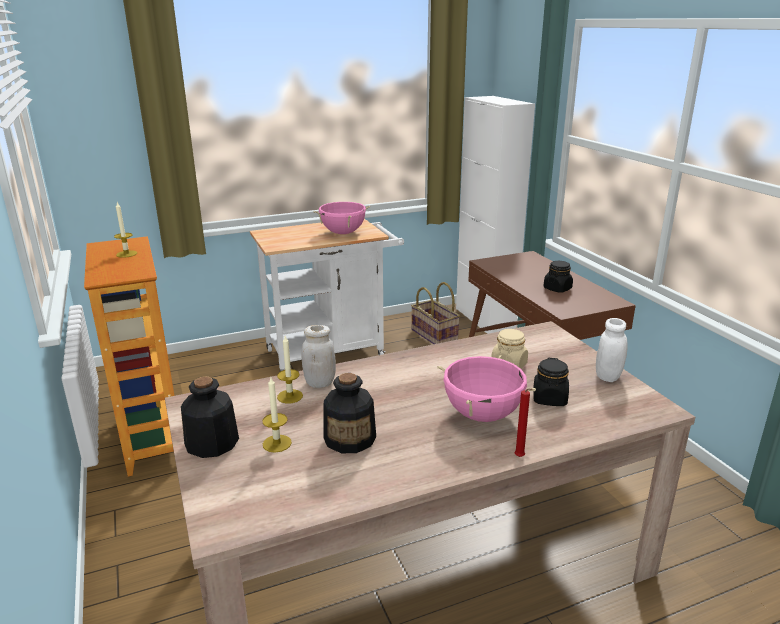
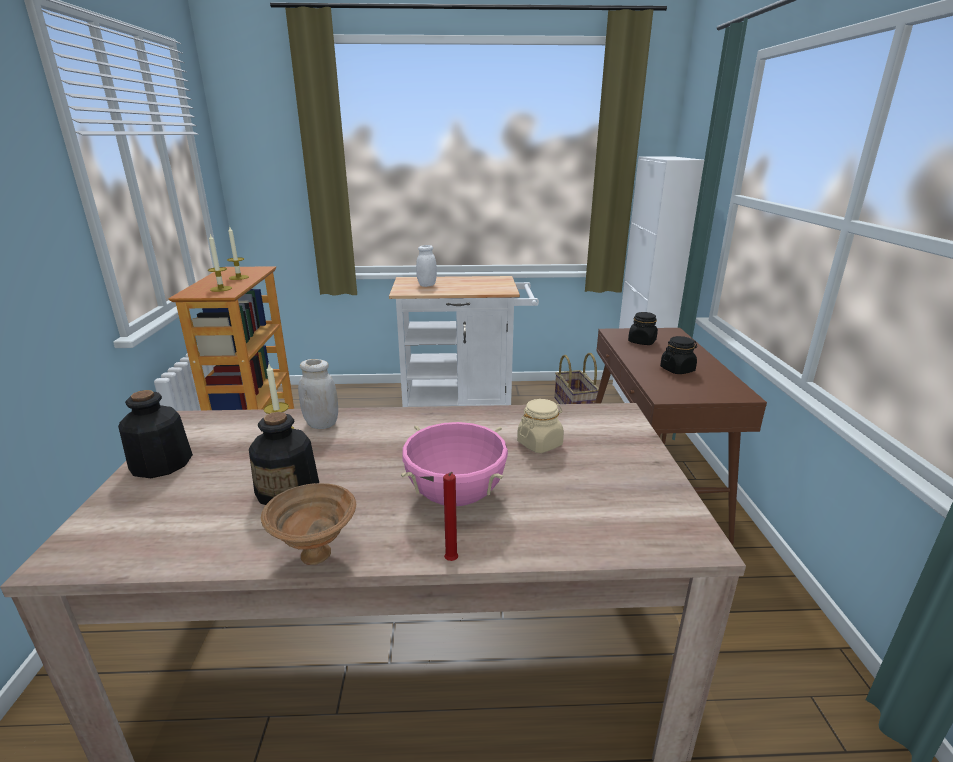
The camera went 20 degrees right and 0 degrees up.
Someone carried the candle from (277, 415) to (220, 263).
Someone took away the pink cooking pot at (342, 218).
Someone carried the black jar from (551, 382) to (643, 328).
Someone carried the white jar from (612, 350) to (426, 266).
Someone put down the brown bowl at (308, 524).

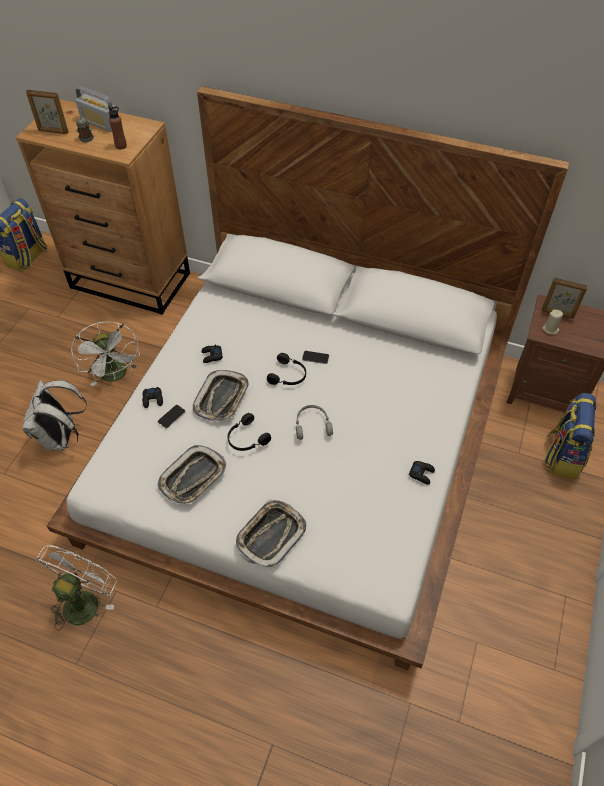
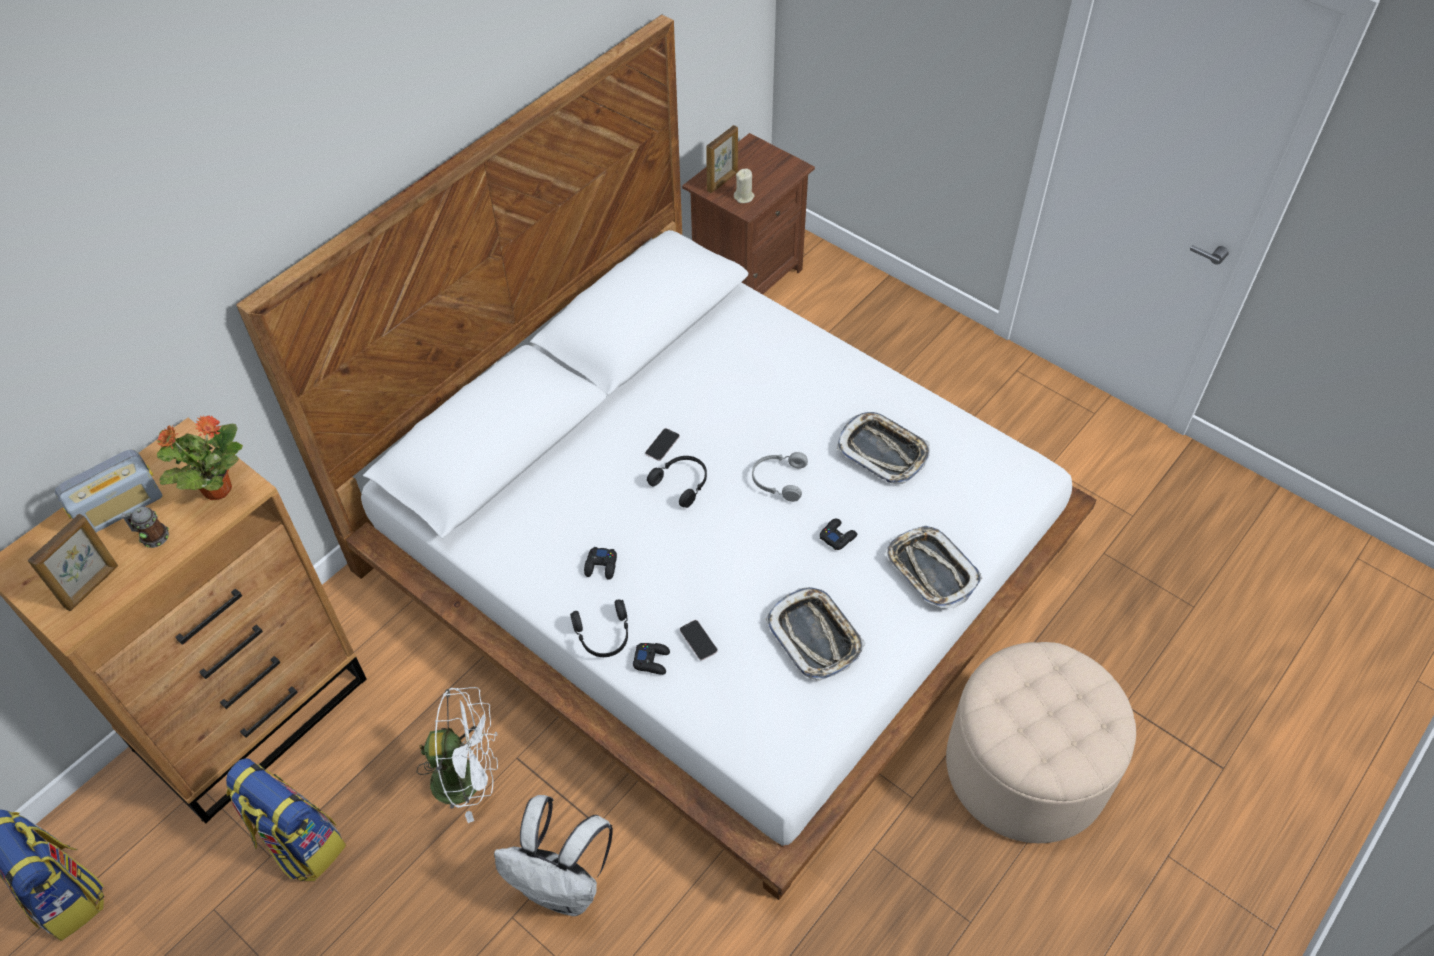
The camera went 70 degrees left and 0 degrees up.
Someone took away the white fan at (76, 588).
Someone swapped the brown bottle at (117, 128) for the potted plant at (200, 457).
Someone carried the tray from (221, 395) to (883, 448).
Someone carried the black headphones from (249, 432) to (599, 628).
Someone carried the black game controller from (422, 473) to (838, 534).
Someone carried the backpack from (570, 436) to (286, 819).
Someone put down the beige ottoman at (1041, 742).

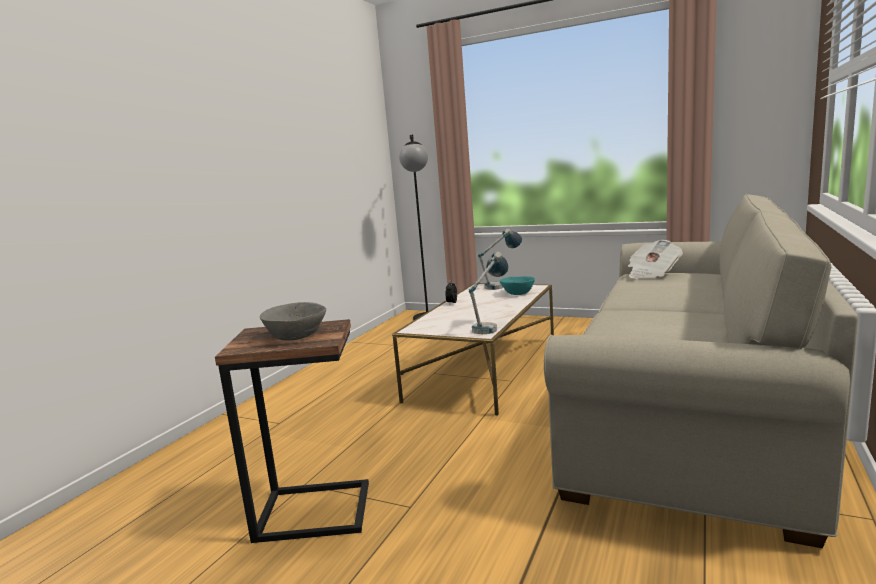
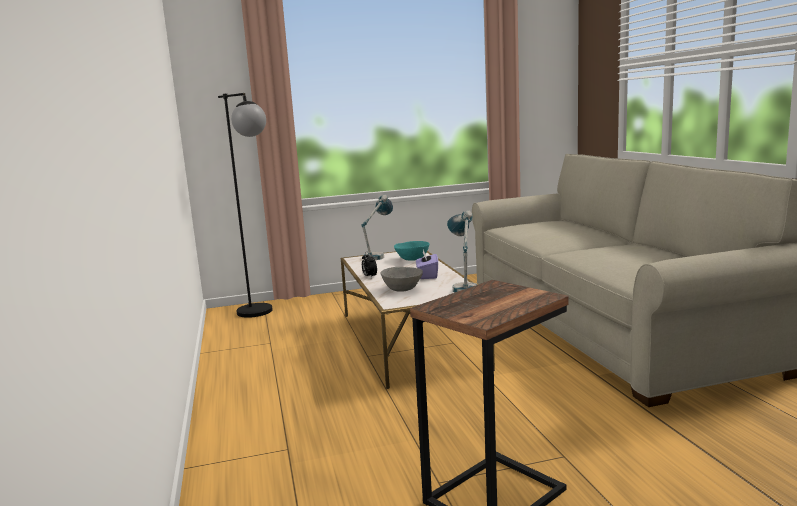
The camera went 40 degrees left and 0 degrees up.
Someone carried the grey bowl from (293, 321) to (402, 279).
Someone took away the newspaper at (655, 259).
Someone put down the purple tissue box at (427, 264).

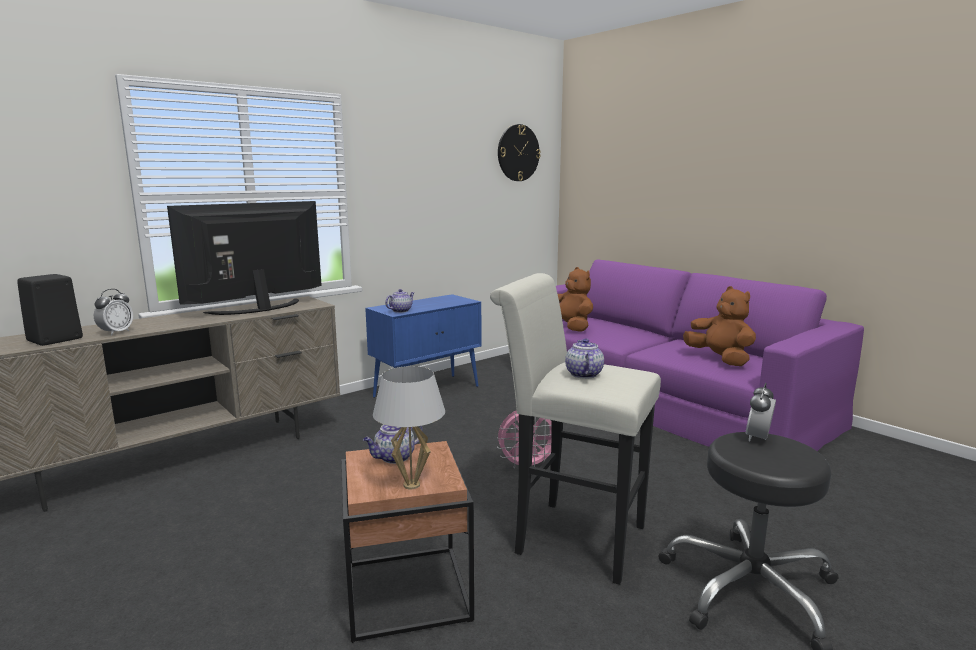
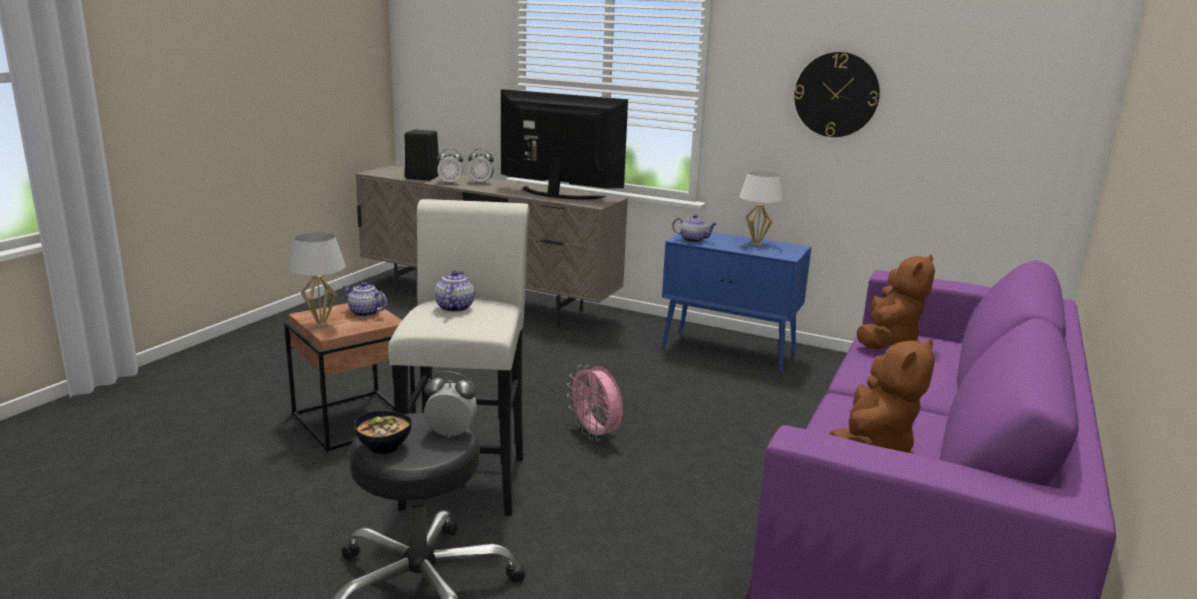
The camera went 65 degrees right and 5 degrees up.
Someone carried the wall clock from (519, 152) to (837, 94).
Someone rotated the teapot at (584, 358) by 60 degrees counterclockwise.
Someone put down the bowl at (383, 432).
Someone put down the alarm clock at (481, 166).
Someone put down the white table lamp at (761, 208).

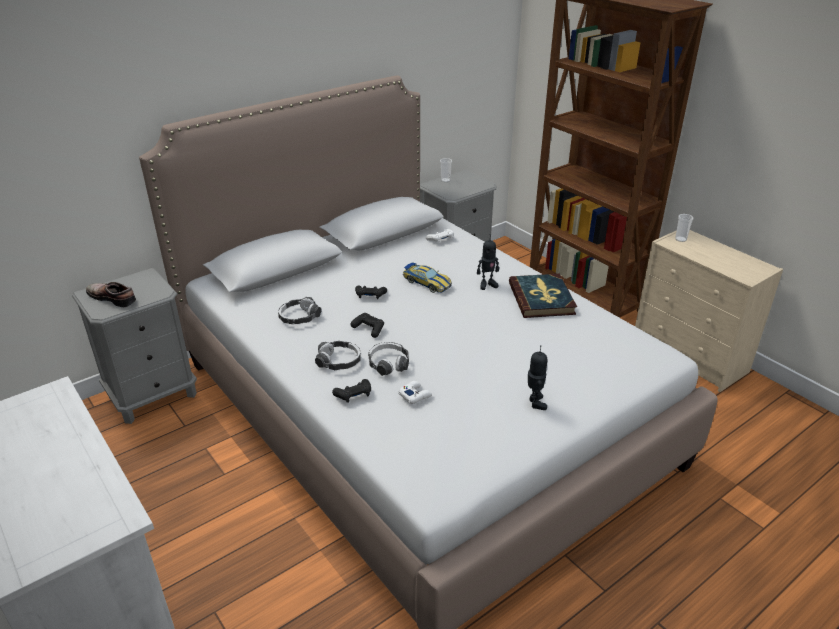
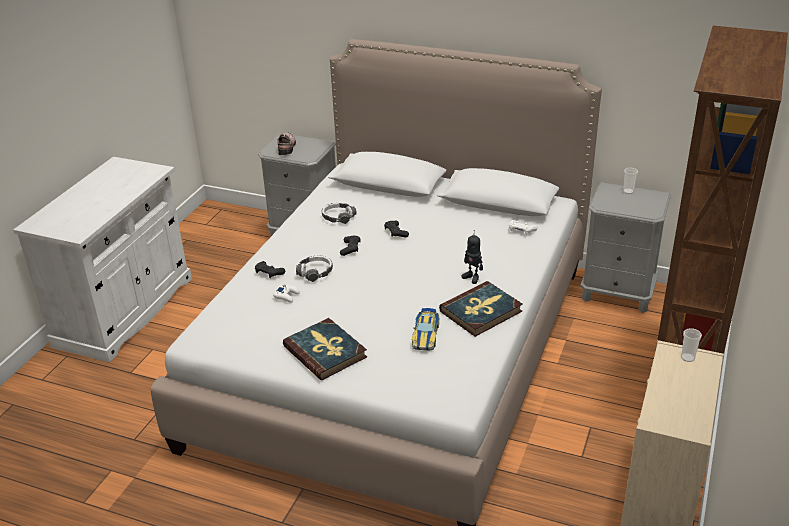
The camera went 60 degrees right and 0 degrees up.
Someone took away the headphones at (338, 355).
Someone carried the toy car from (427, 277) to (426, 329).
Someone swapped the toy robot at (537, 377) for the book at (325, 349).

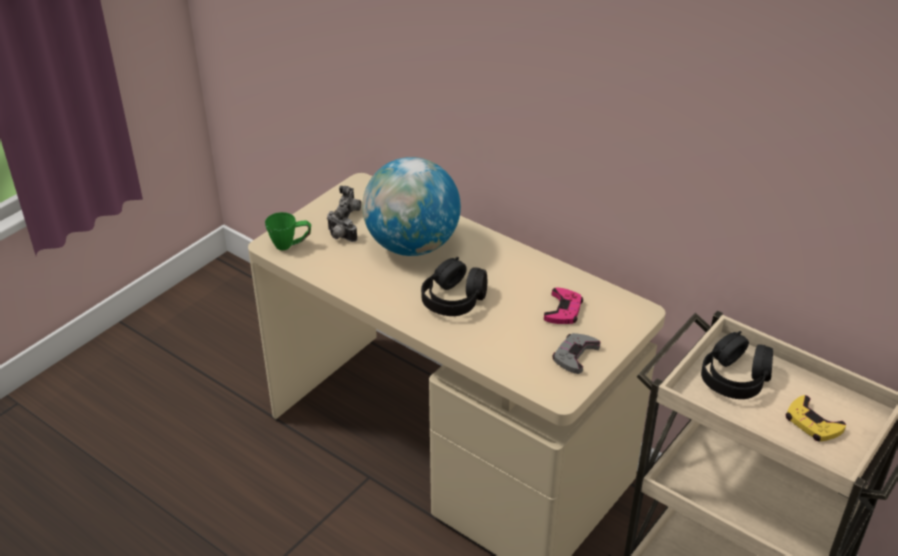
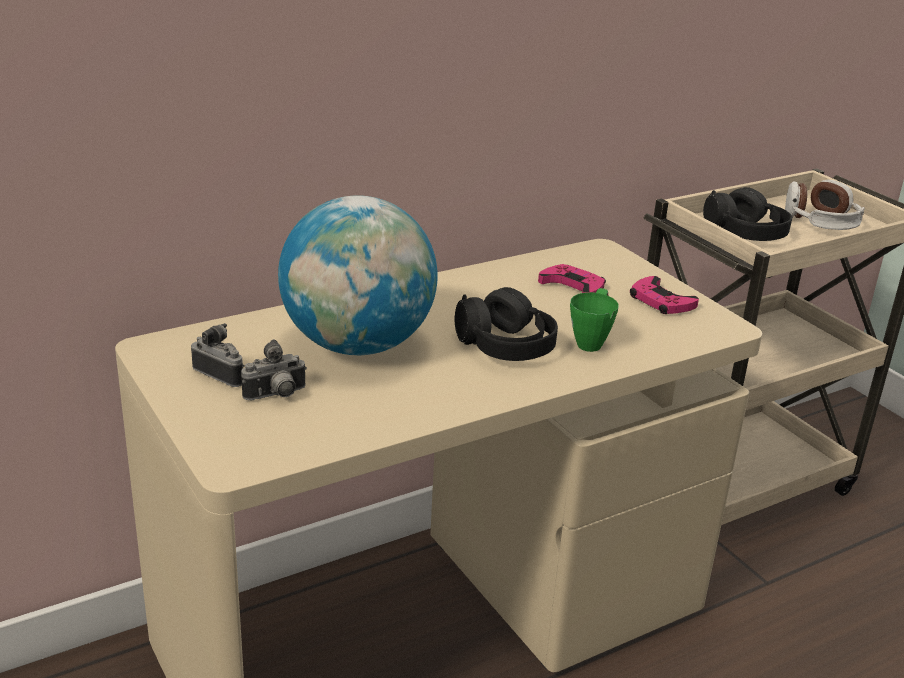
The camera went 70 degrees left and 10 degrees down.
Someone carried the green mug from (288, 231) to (594, 320).
Someone repainted the grey game controller at (576, 353), which became the pink game controller at (664, 295).
Someone swapped the yellow game controller at (816, 418) for the headphones at (825, 205).

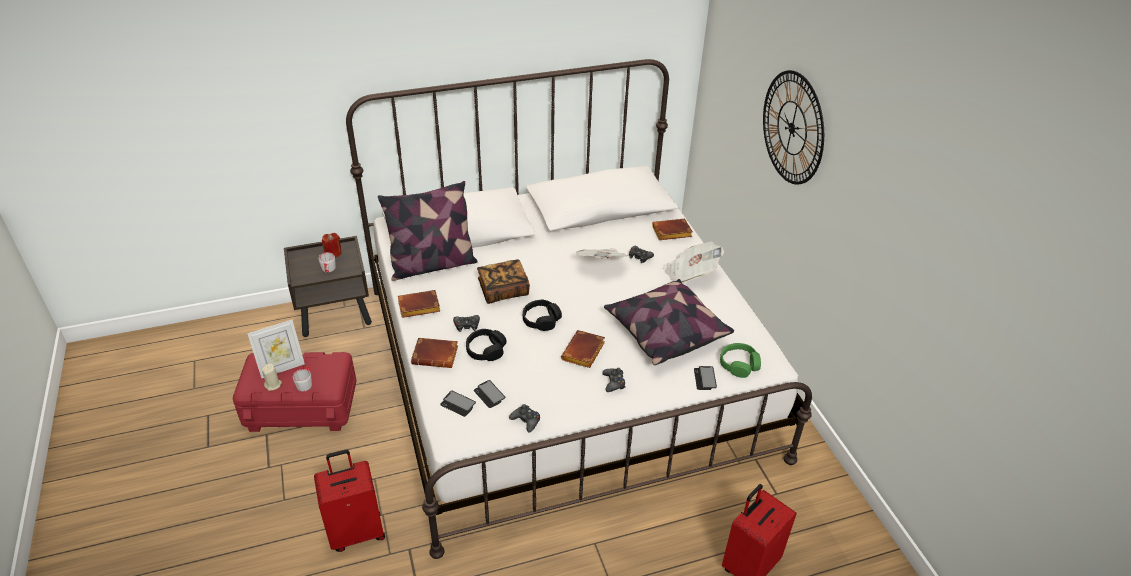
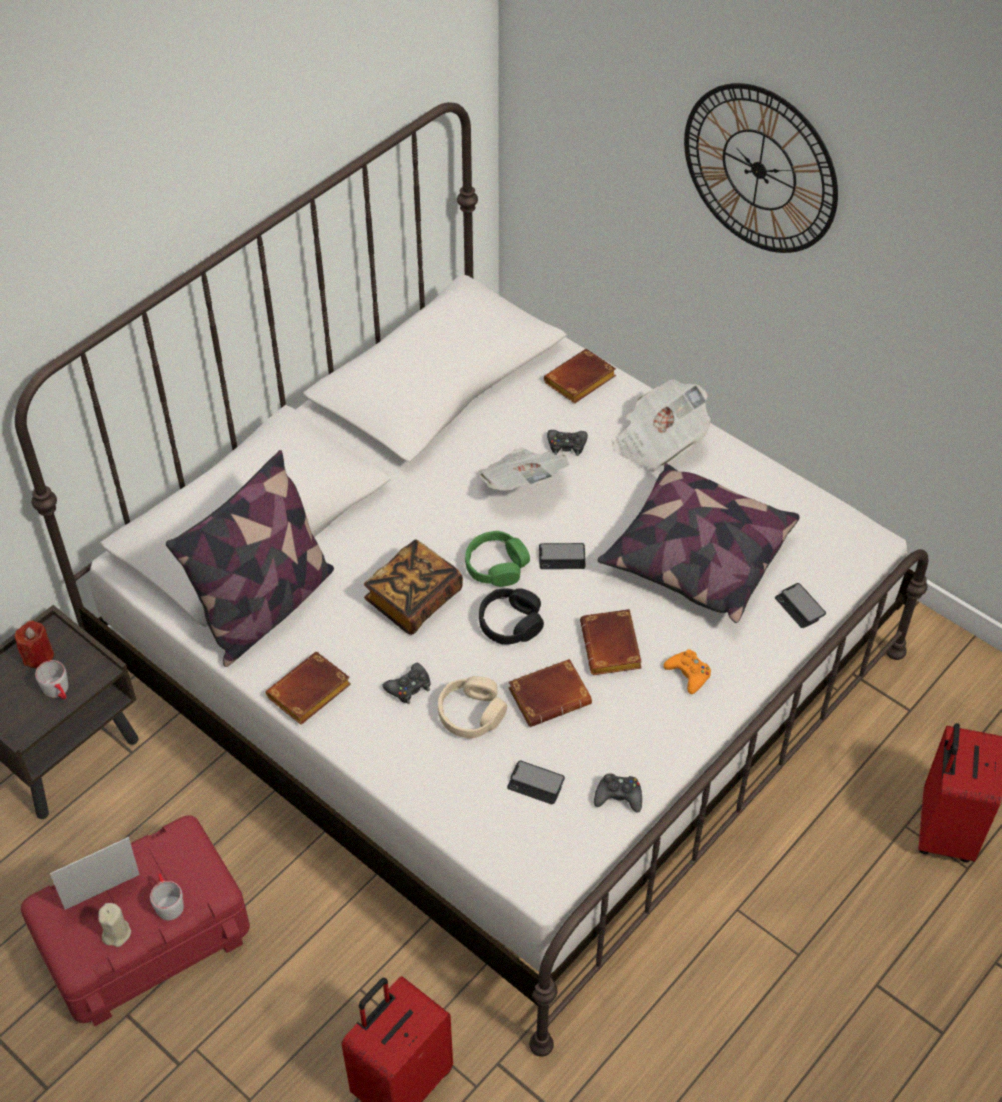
The camera went 30 degrees left and 10 degrees up.
Someone rotated the picture frame at (276, 349) by 150 degrees counterclockwise.
Someone carried the brown book from (434, 353) to (550, 693).
Someone carried the phone from (458, 404) to (562, 556).
Someone repainted the black headphones at (486, 345), which became the beige headphones at (472, 707).
Someone repainted the black game controller at (614, 380), which became the orange game controller at (687, 671).
Someone carried the green headphones from (740, 360) to (497, 559).

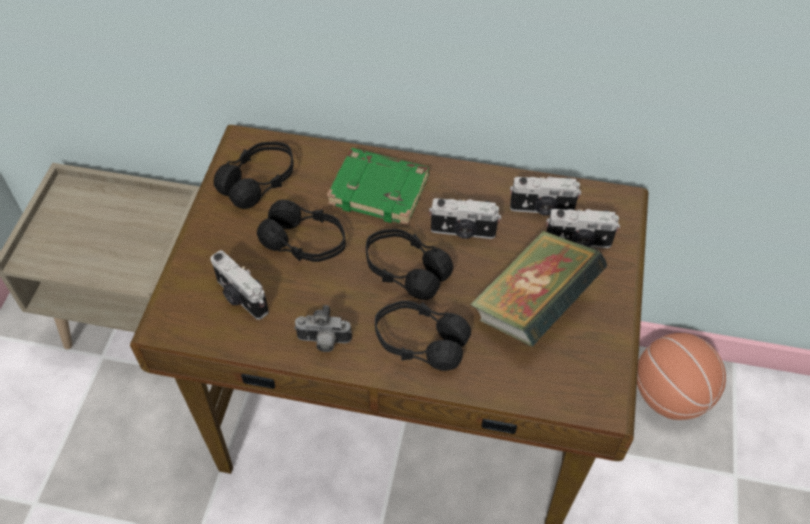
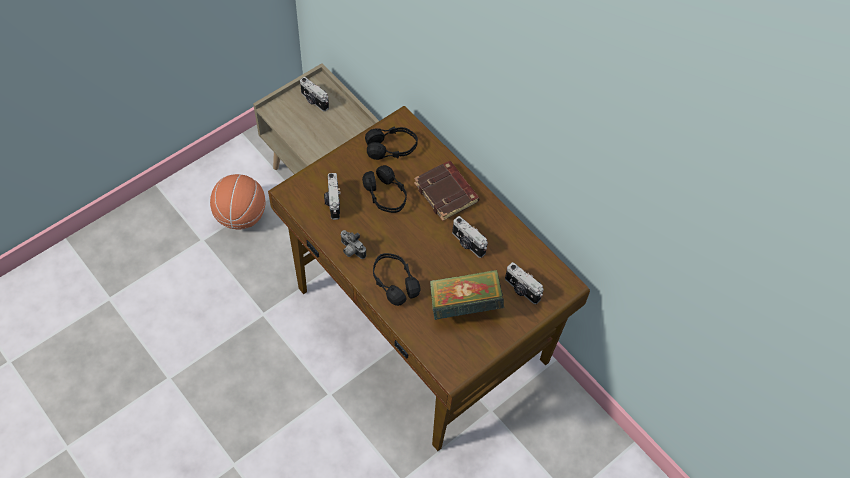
The camera went 35 degrees right and 5 degrees up.
Someone repainted the green book at (378, 187), which became the brown book at (447, 191).
Someone took away the black headphones at (410, 264).
Someone carried the photo camera from (545, 196) to (314, 94).
Someone carried the basketball from (681, 376) to (237, 202).

